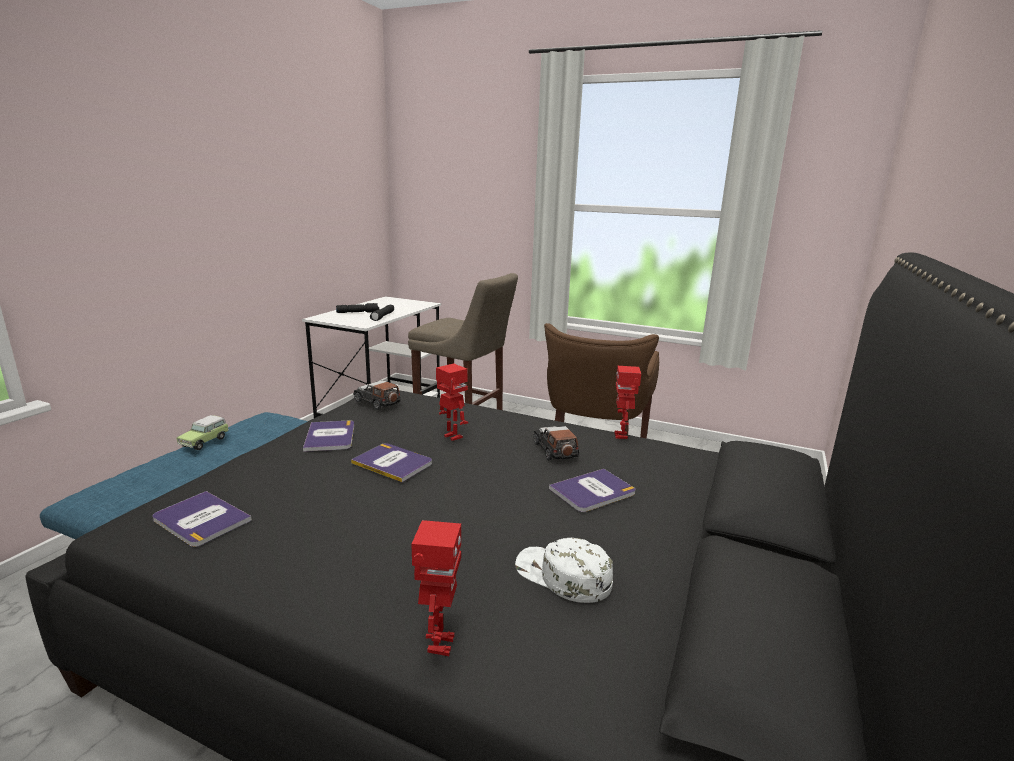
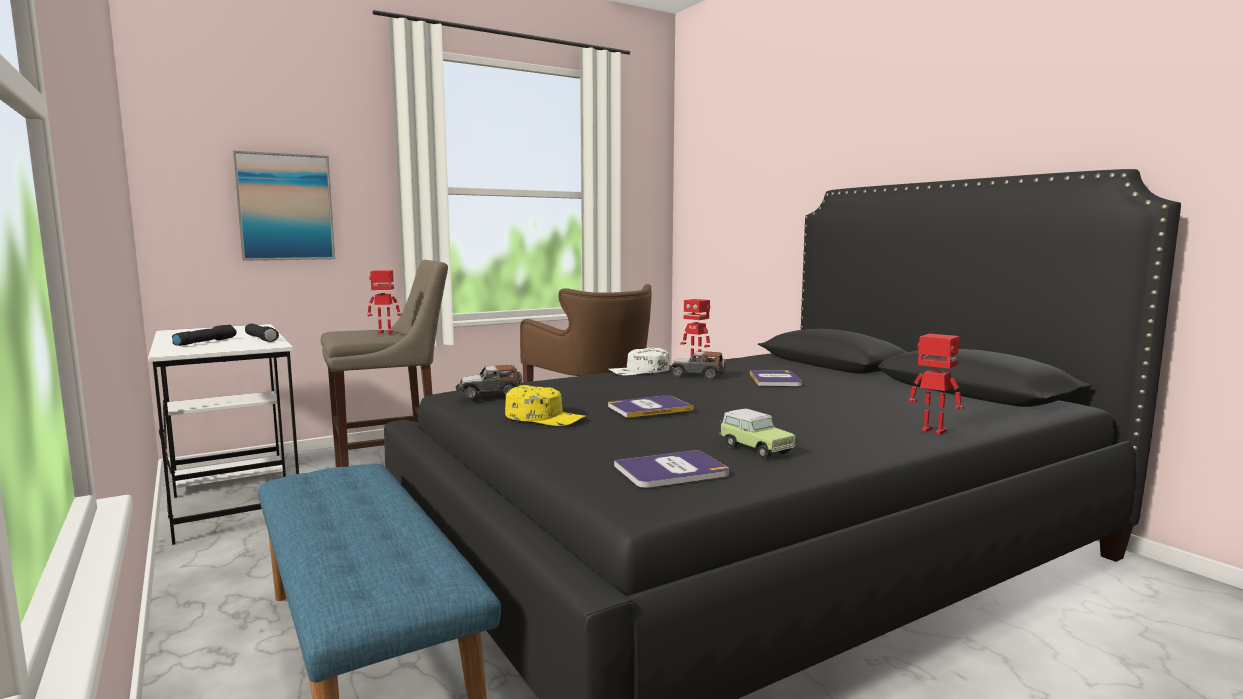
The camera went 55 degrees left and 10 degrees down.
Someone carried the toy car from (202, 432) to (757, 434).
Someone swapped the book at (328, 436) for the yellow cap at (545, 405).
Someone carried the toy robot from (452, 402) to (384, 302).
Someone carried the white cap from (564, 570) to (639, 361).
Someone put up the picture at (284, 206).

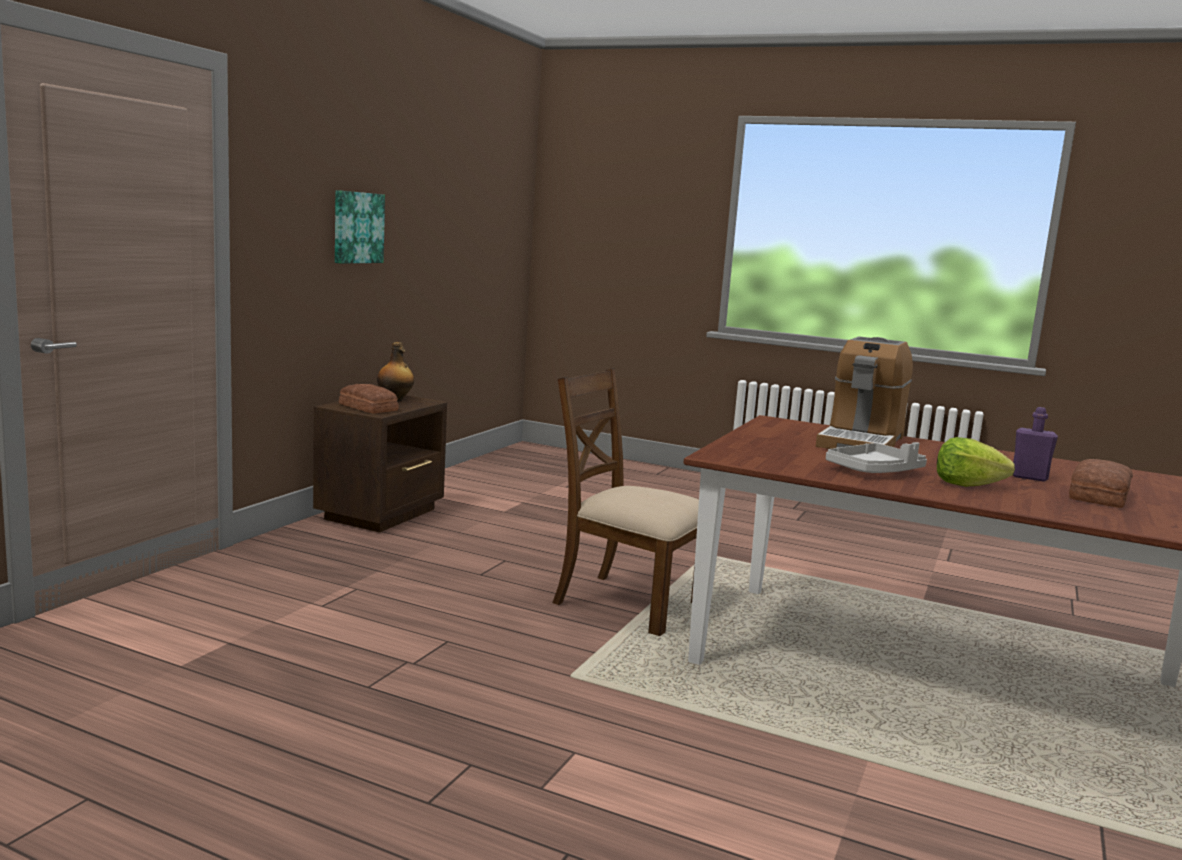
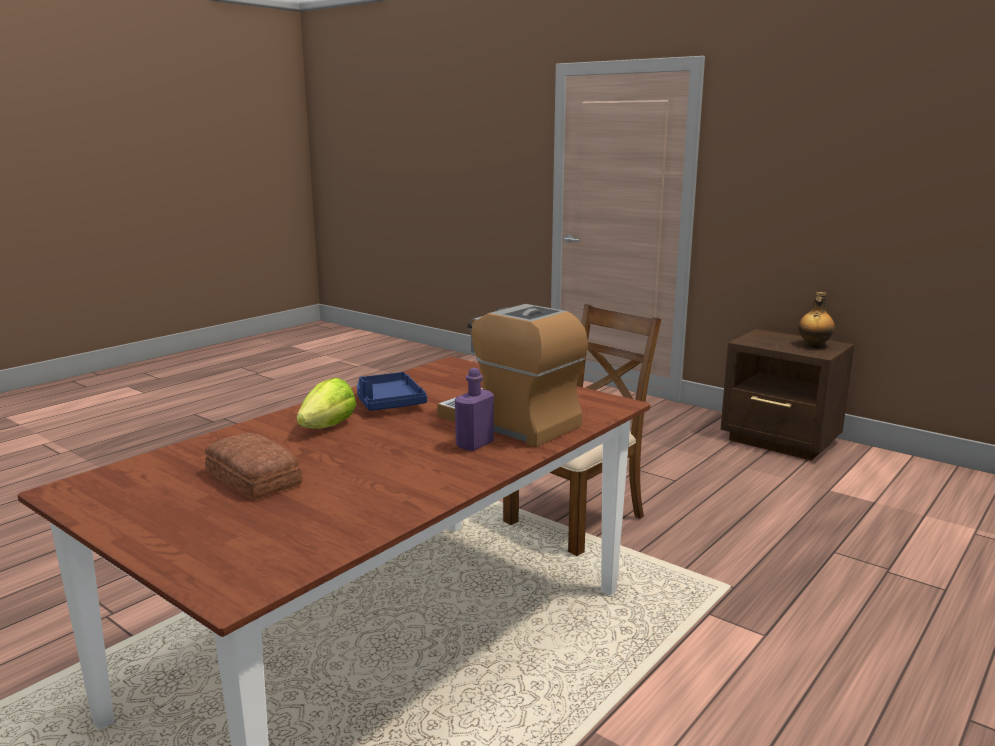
The camera went 105 degrees right and 5 degrees up.
Someone took away the picture at (360, 226).
Someone took away the bread at (368, 398).
Someone repainted the grey tray at (876, 457), which became the blue tray at (392, 391).
Someone carried the purple bottle from (1035, 444) to (474, 409).

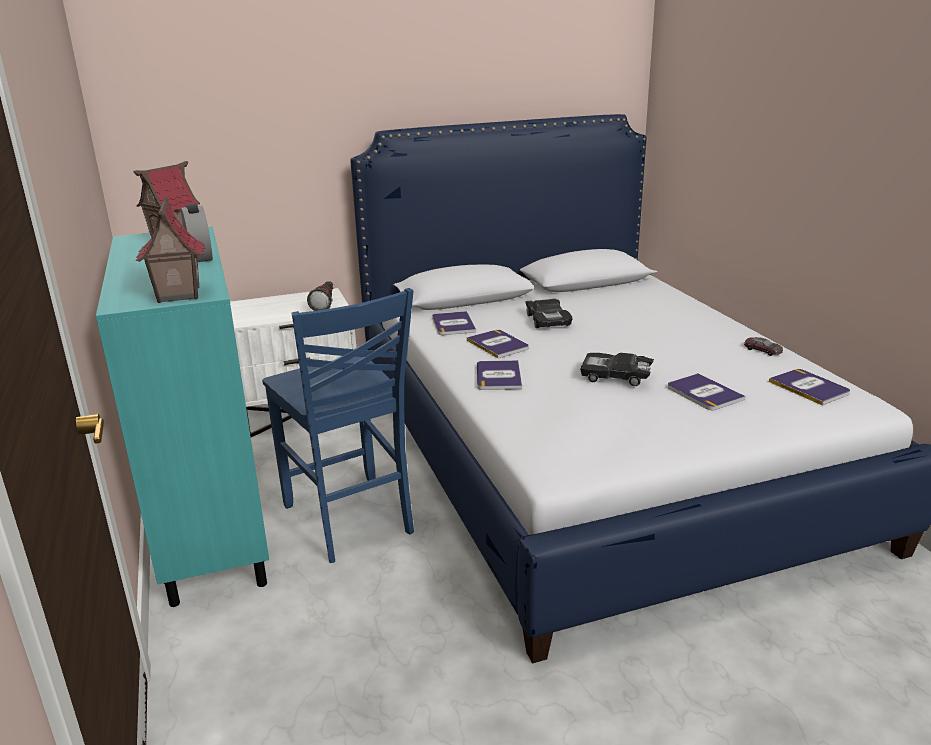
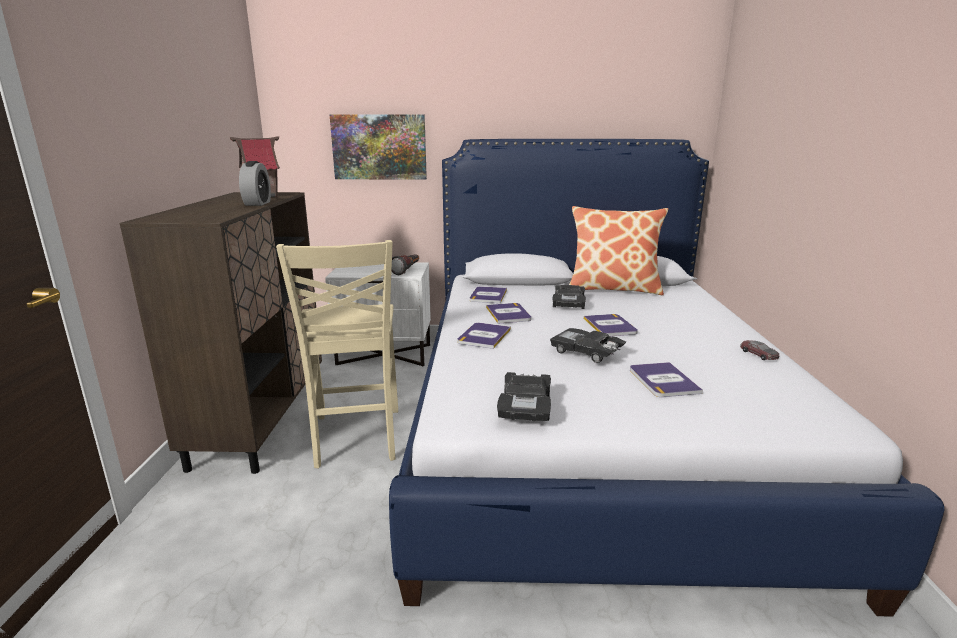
The camera went 20 degrees right and 5 degrees down.
Someone repainted the turquoise cabinet at (182, 416), which became the brown cabinet at (221, 333).
Someone took away the toy house at (170, 249).
Someone repainted the blue chair at (338, 425), which became the beige chair at (337, 354).
Someone carried the book from (809, 387) to (611, 325).
Someone put up the picture at (378, 147).
Someone put down the black toy car at (524, 397).
Someone put down the pillow at (618, 250).

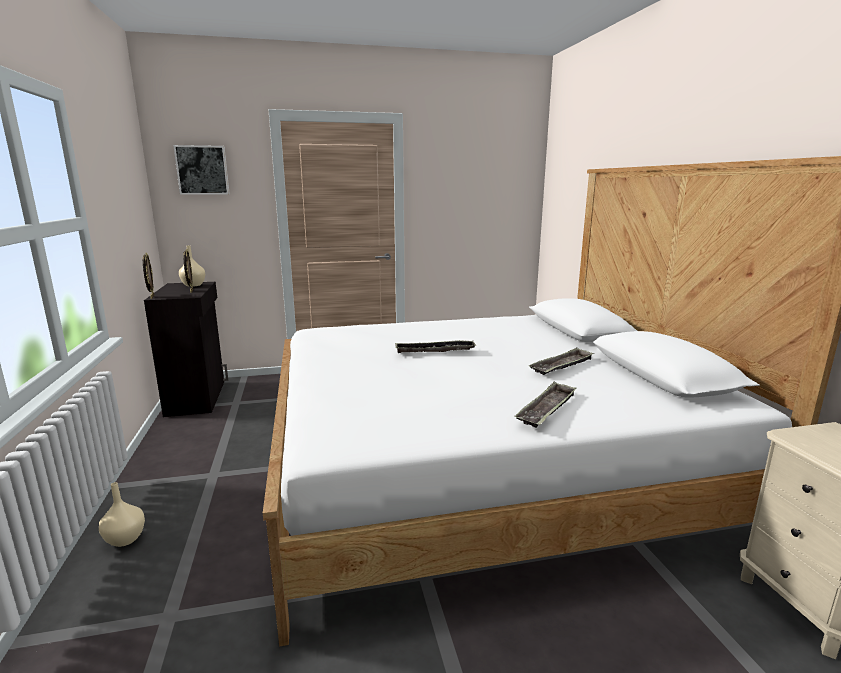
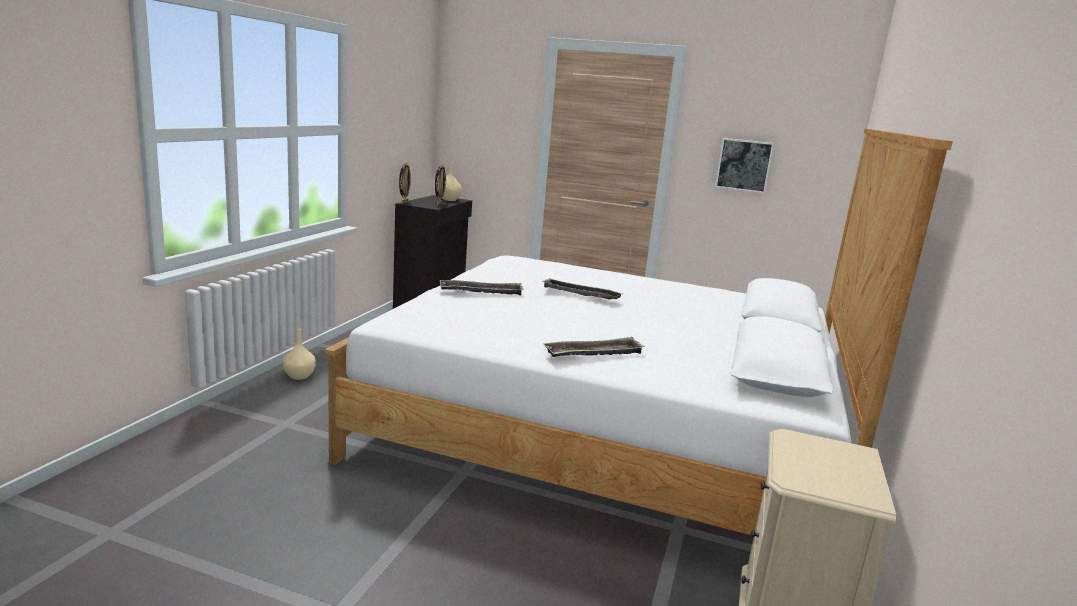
The camera went 30 degrees right and 0 degrees up.
Someone carried the picture from (201, 170) to (744, 165).
Someone carried the tray from (561, 361) to (482, 287).

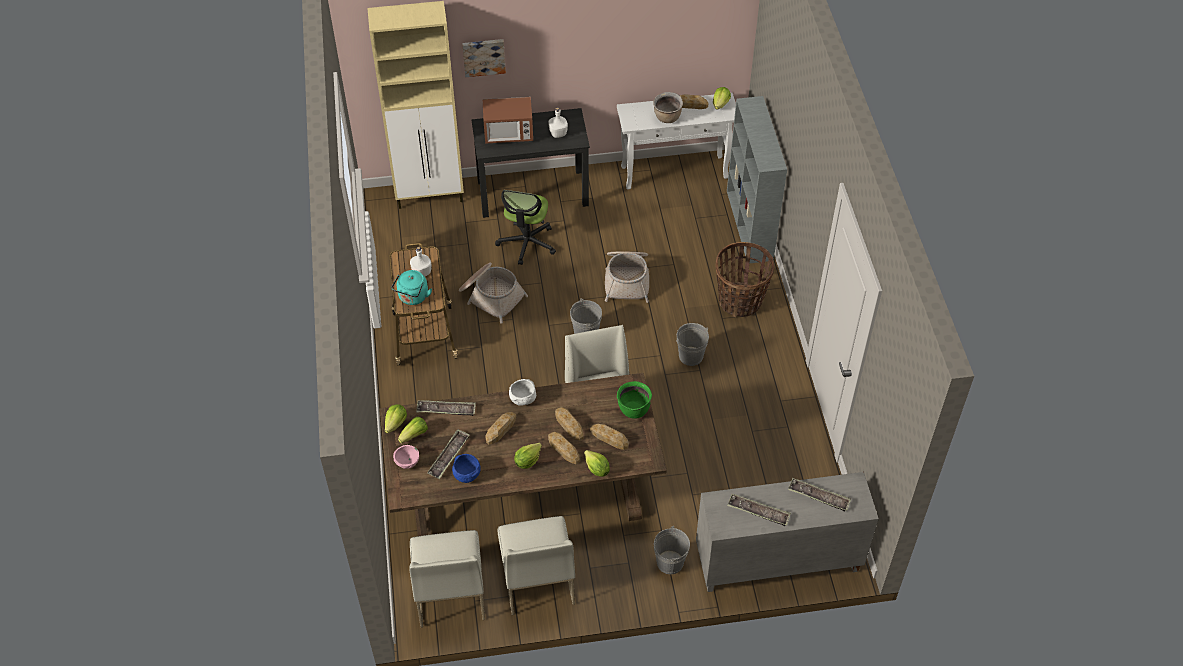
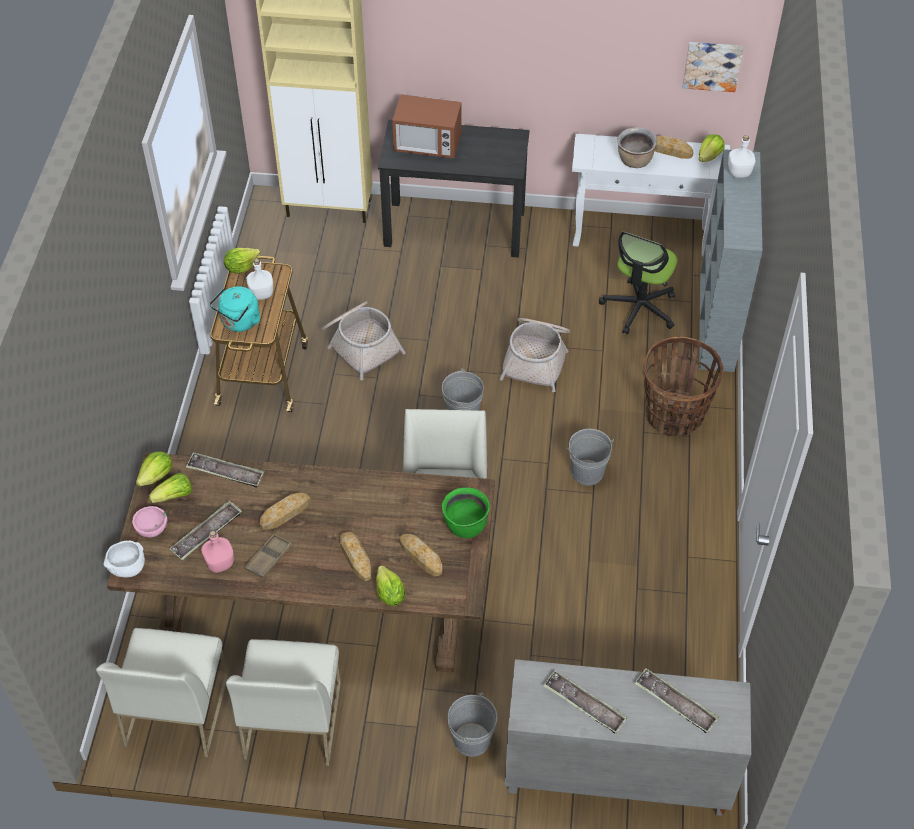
The camera went 15 degrees right and 0 degrees up.
Someone swapped the blue bowl at (466, 468) for the pink bottle at (217, 552).
Someone carried the picture from (484, 58) to (713, 67).
Someone carried the office chair from (525, 227) to (638, 283).
Someone carried the white bowl from (522, 392) to (124, 559).
Someone carried the lettuce from (528, 456) to (242, 261).
Someone carried the white bottle from (558, 122) to (741, 156).
Someone took away the bread at (569, 424).
Someone put down the brown tray at (268, 556).

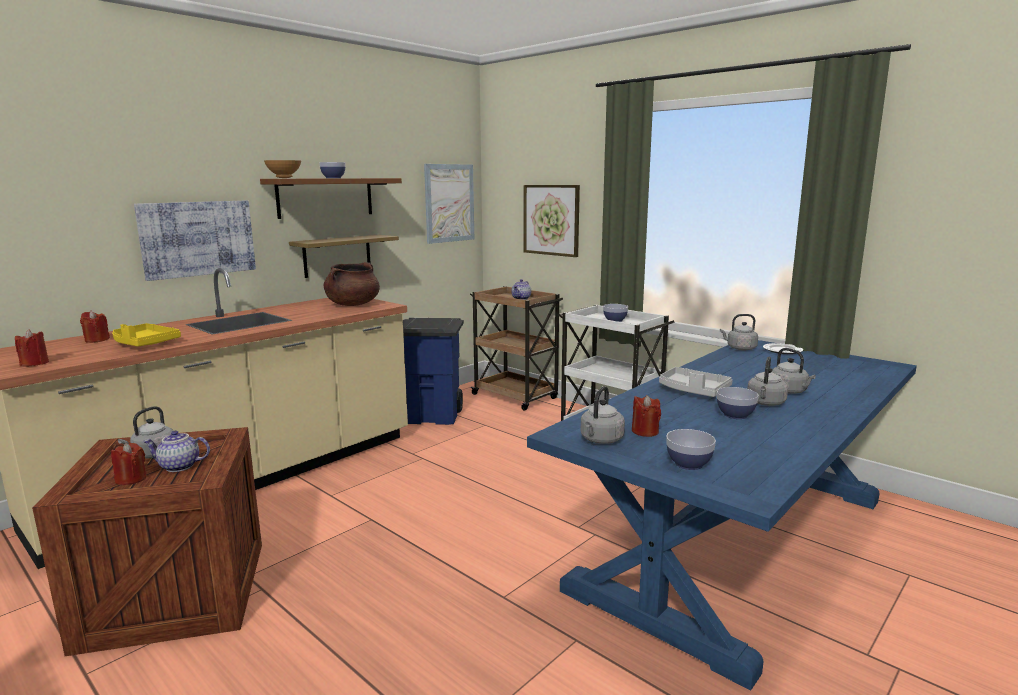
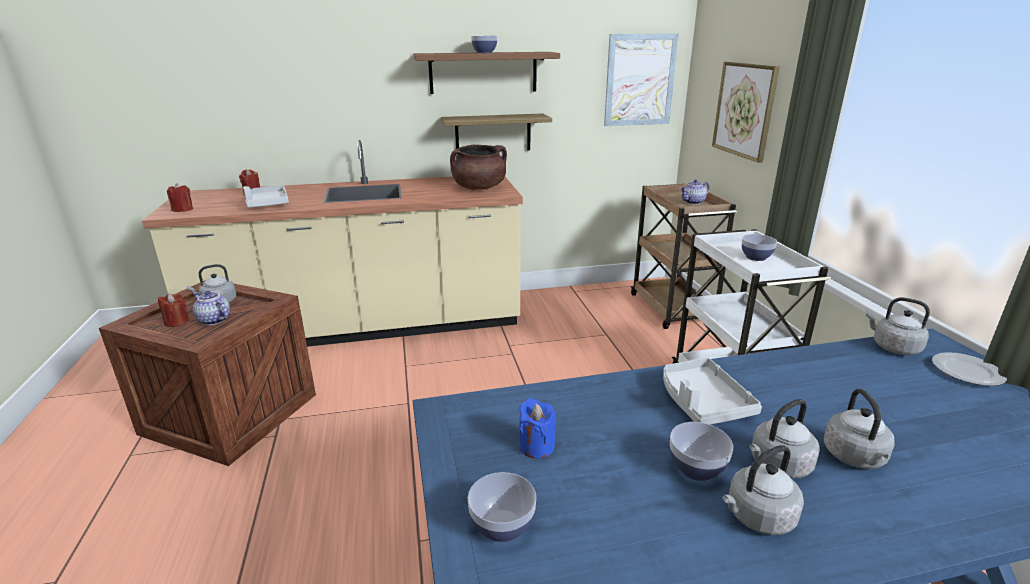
The camera went 35 degrees right and 10 degrees up.
Someone repainted the yellow tray at (146, 335), which became the grey tray at (266, 196).
Someone took away the picture at (195, 241).
Someone took away the brown bowl at (282, 169).
Someone took away the blue trash can at (433, 371).
Someone carried the grey kettle from (603, 415) to (763, 490).
Someone repainted the red candle at (646, 416), which became the blue candle at (537, 428).

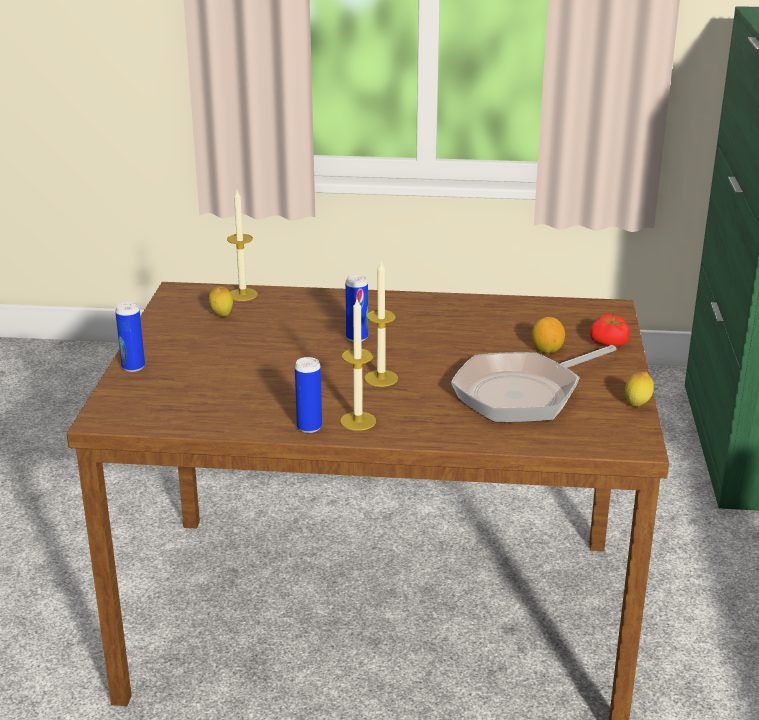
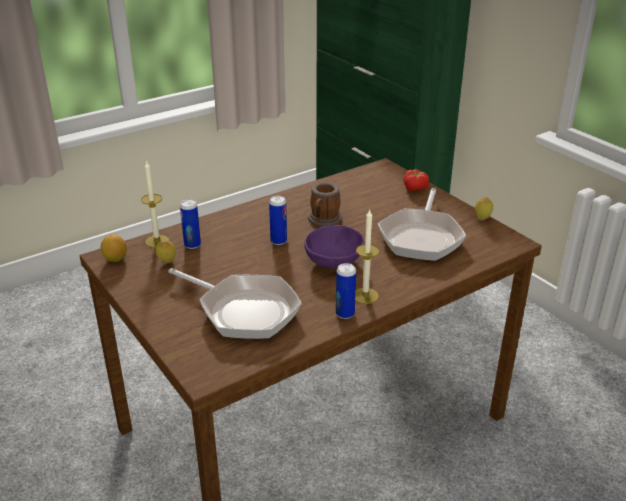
The camera went 40 degrees left and 5 degrees up.
Someone carried the can from (130, 337) to (190, 224).
Someone swapped the candle at (381, 324) for the purple bowl at (334, 246).
Someone carried the lemon from (548, 335) to (114, 248).
Someone put down the frying pan at (235, 303).
Someone put down the mug at (325, 204).

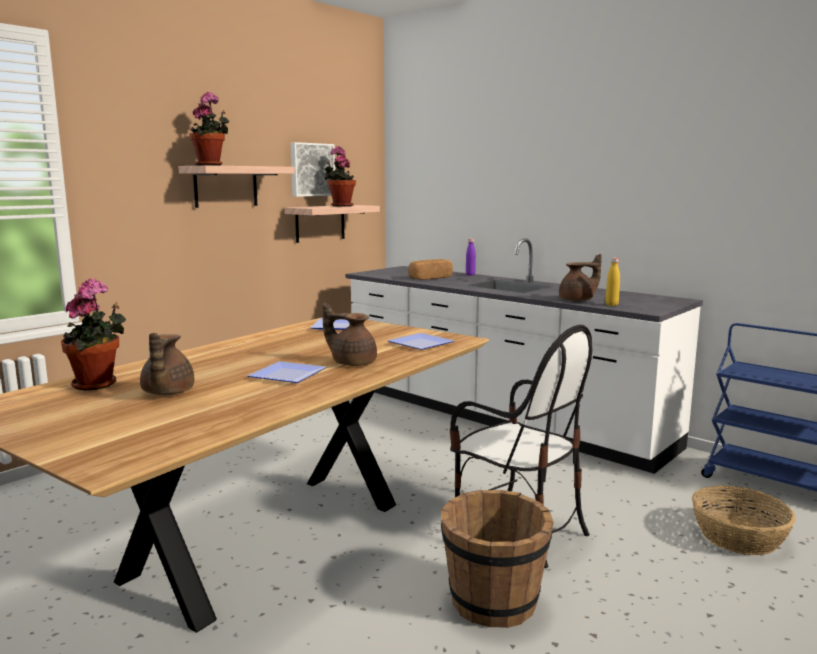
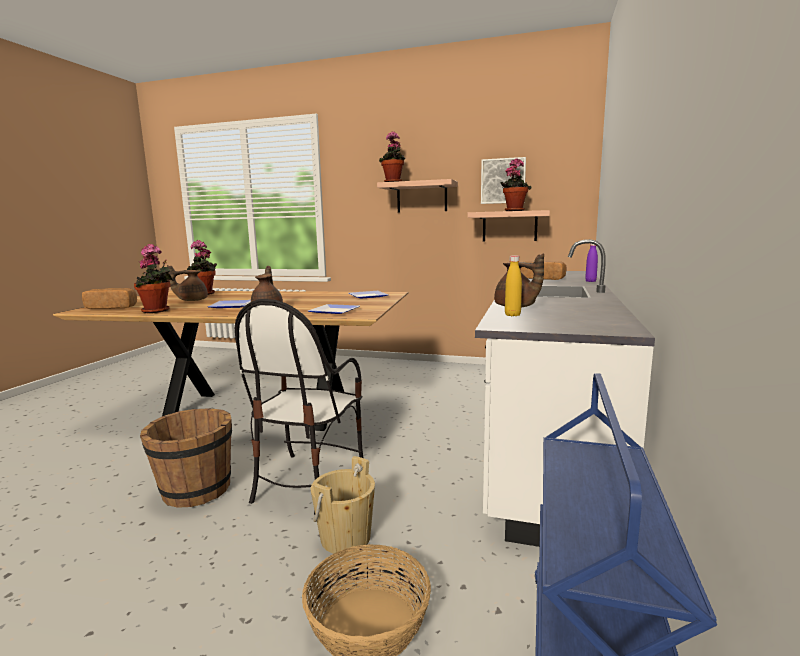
The camera went 65 degrees right and 0 degrees up.
Someone put down the bread at (109, 298).
Someone put down the potted plant at (153, 278).
Someone put down the beige bucket at (343, 505).

